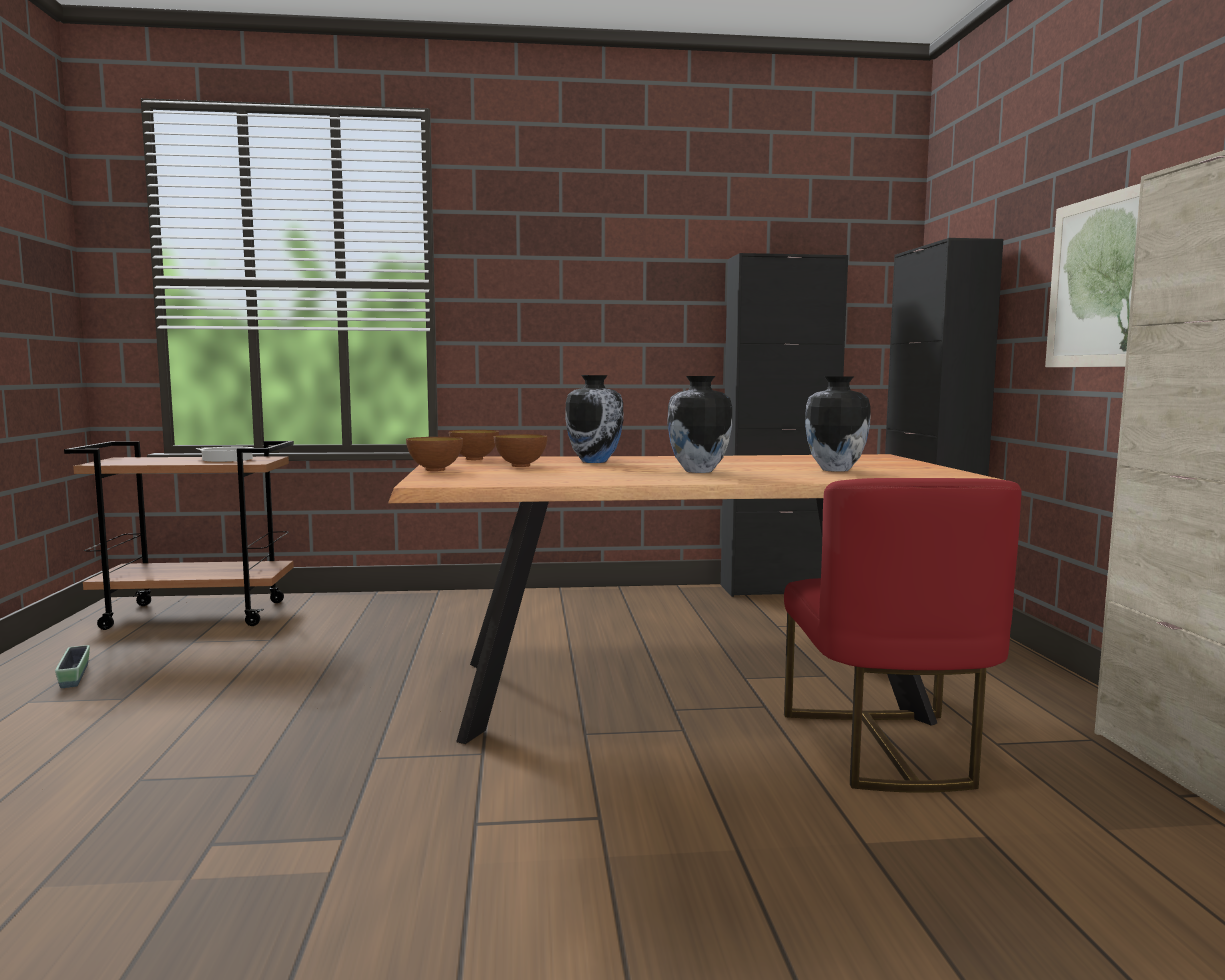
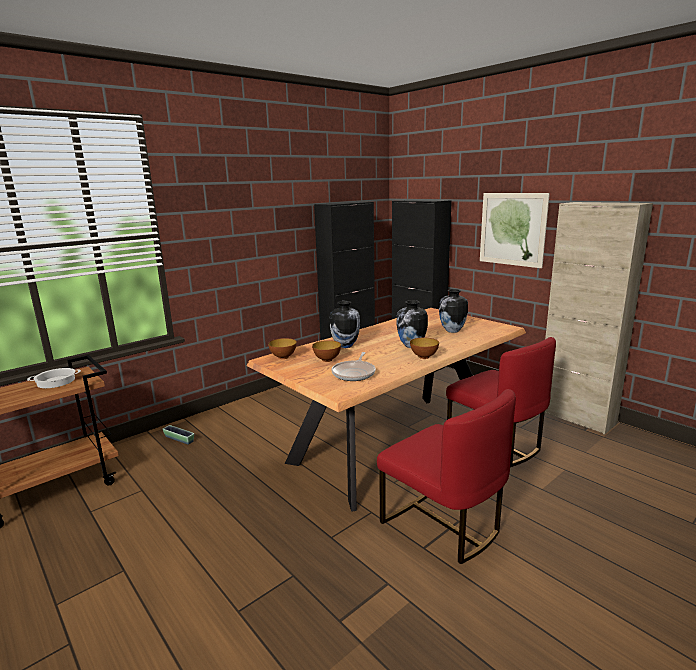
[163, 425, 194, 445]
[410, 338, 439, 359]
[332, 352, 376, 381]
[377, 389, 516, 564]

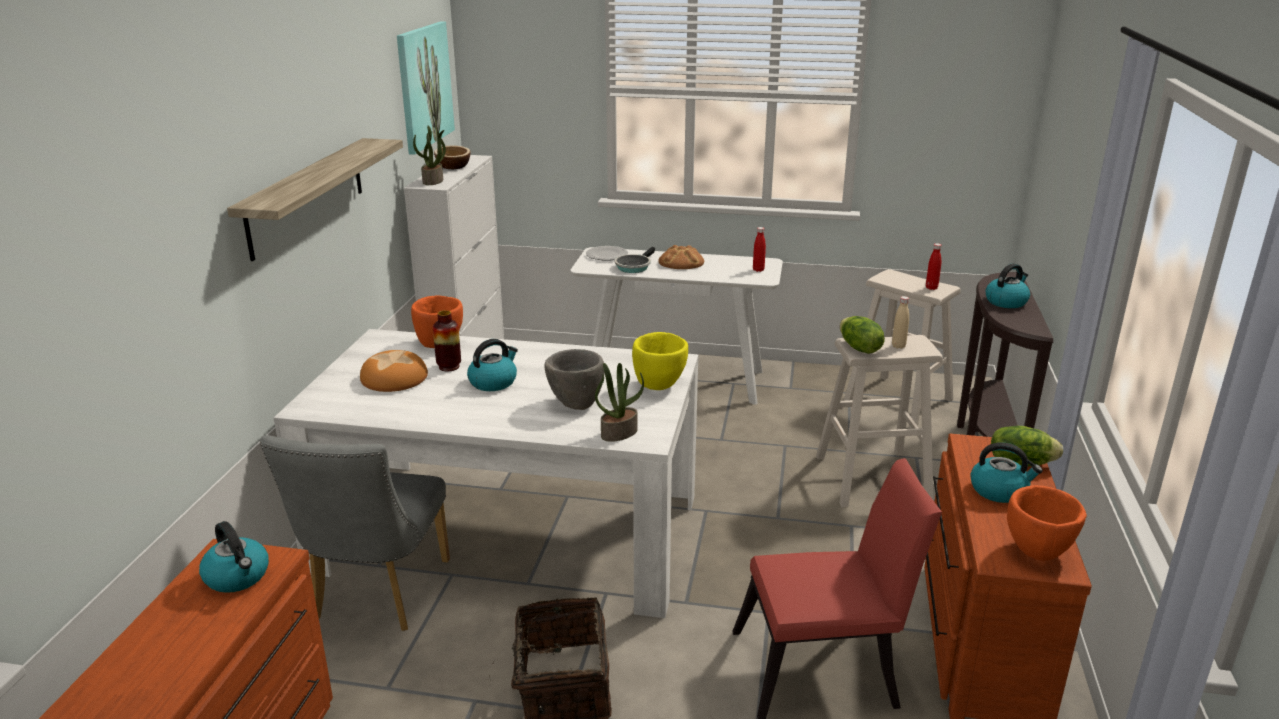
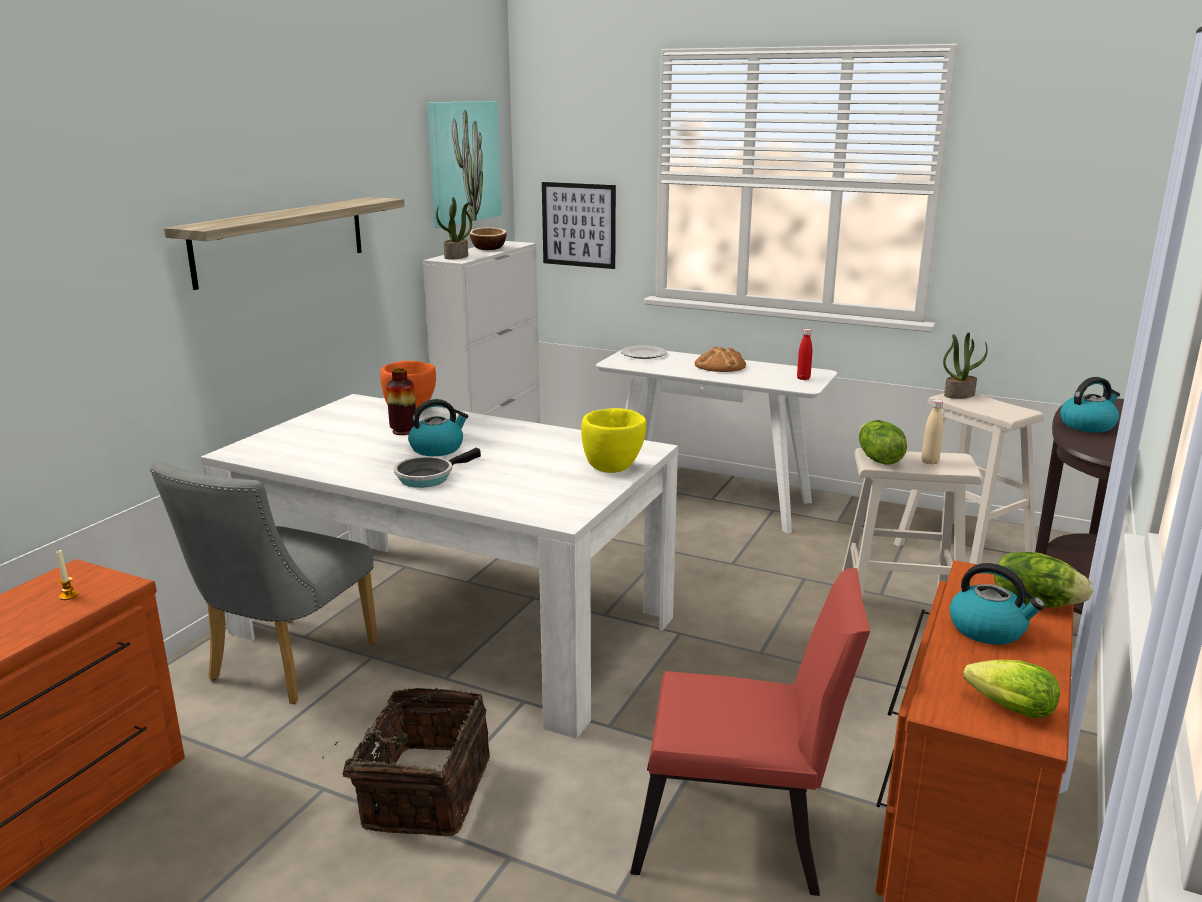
[56, 549, 78, 600]
[360, 350, 428, 392] (first image)
[544, 349, 605, 410] (first image)
[943, 332, 988, 399]
[394, 448, 481, 488]
[926, 243, 941, 290] (first image)
[963, 660, 1060, 718]
[542, 182, 616, 269]

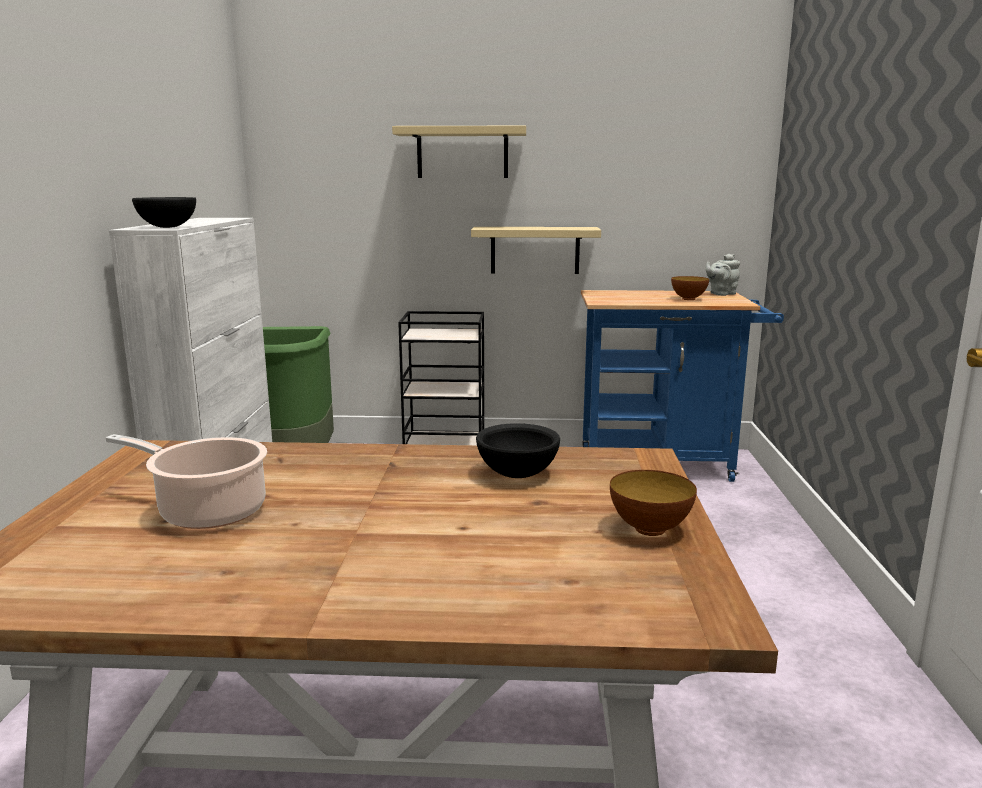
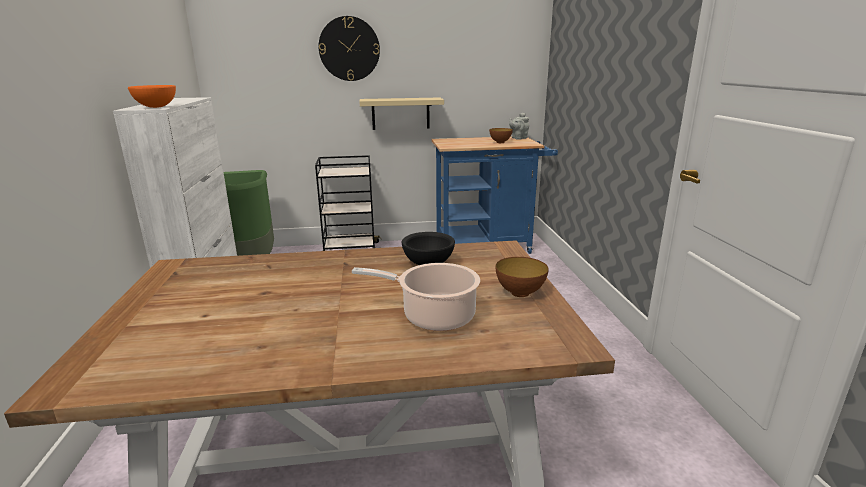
[352, 263, 480, 331]
[128, 85, 176, 108]
[319, 16, 380, 81]

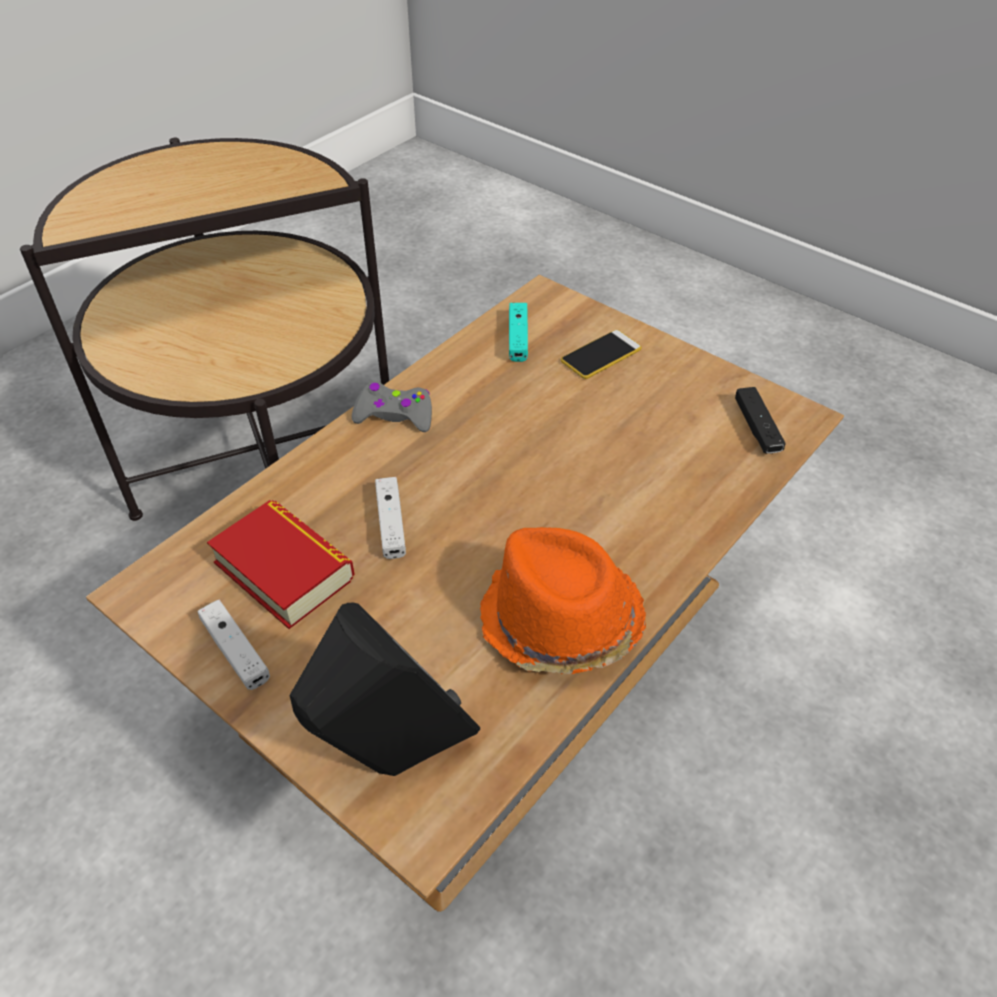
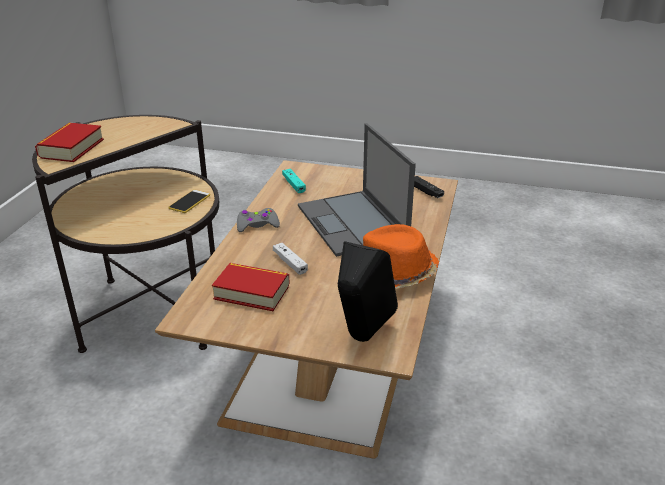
[197, 600, 270, 690] (first image)
[168, 190, 210, 213]
[35, 123, 104, 162]
[298, 123, 416, 257]

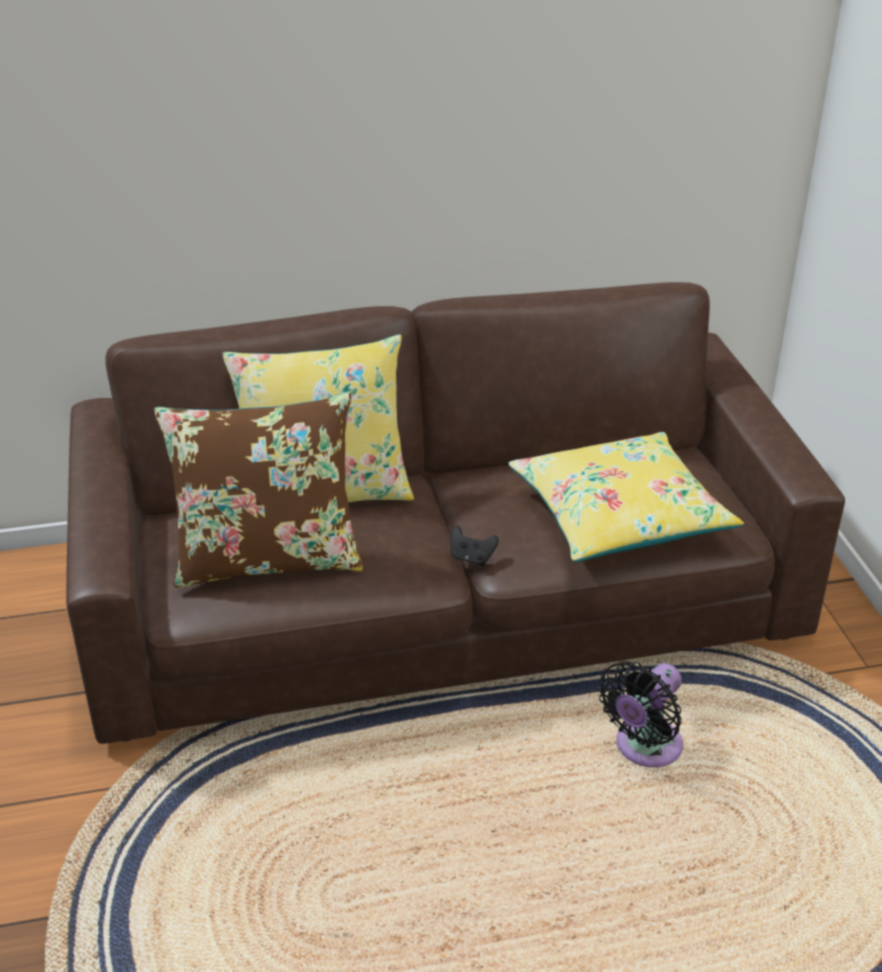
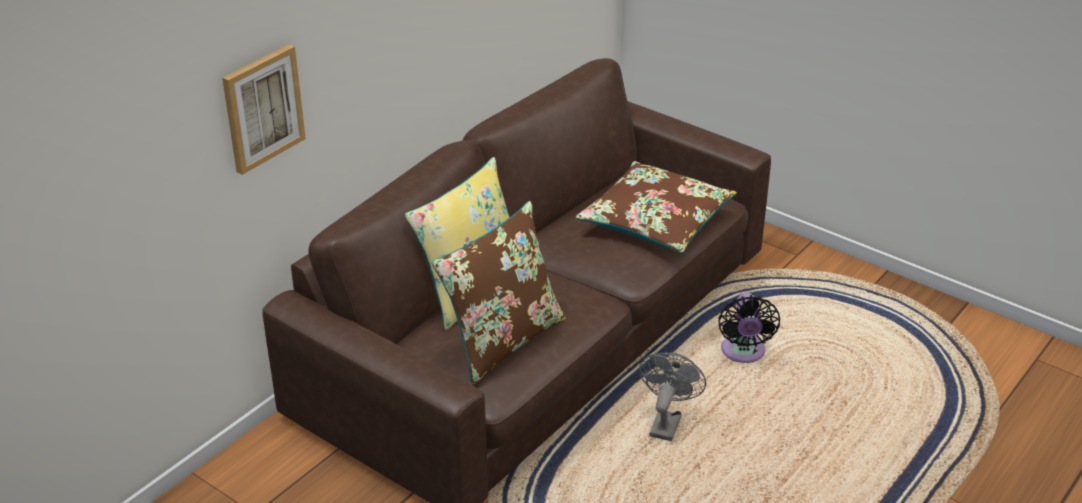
[450, 526, 499, 566] (first image)
[576, 161, 737, 253]
[222, 44, 306, 175]
[639, 352, 706, 441]

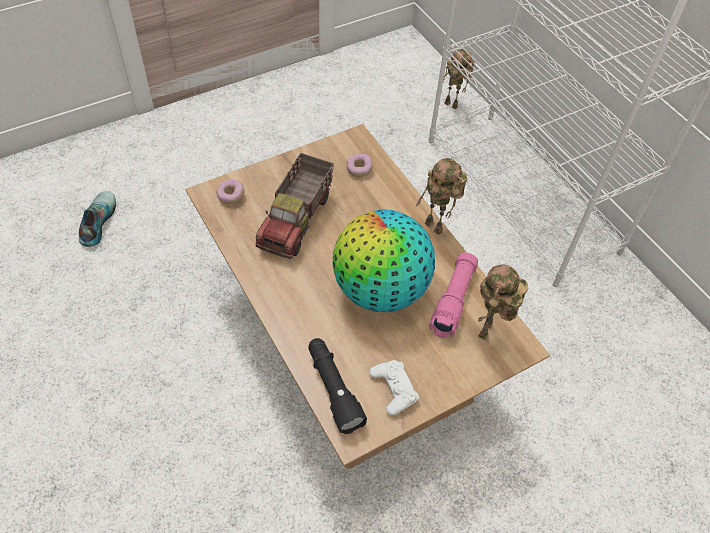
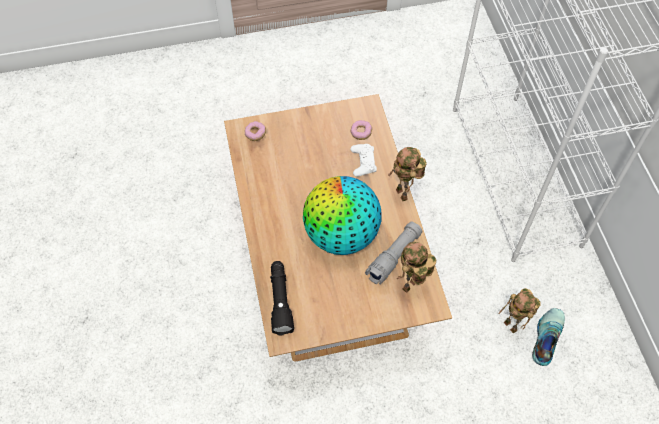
[532, 308, 565, 366]
[255, 153, 334, 259] (first image)
[350, 144, 377, 177]
[365, 222, 422, 285]
[499, 288, 540, 333]

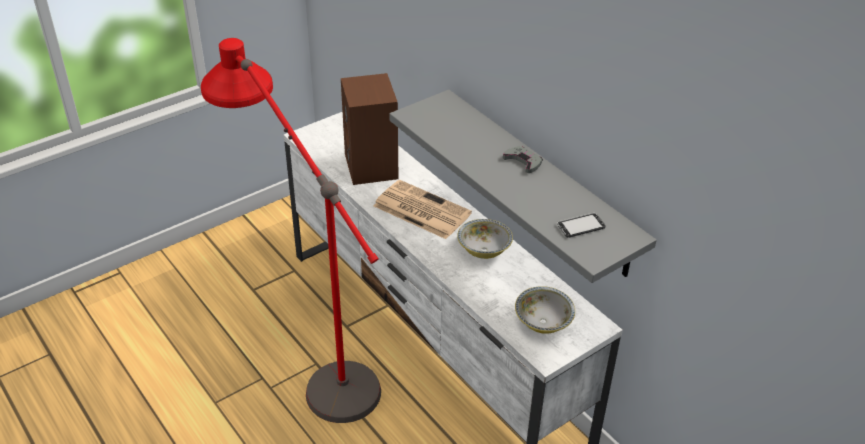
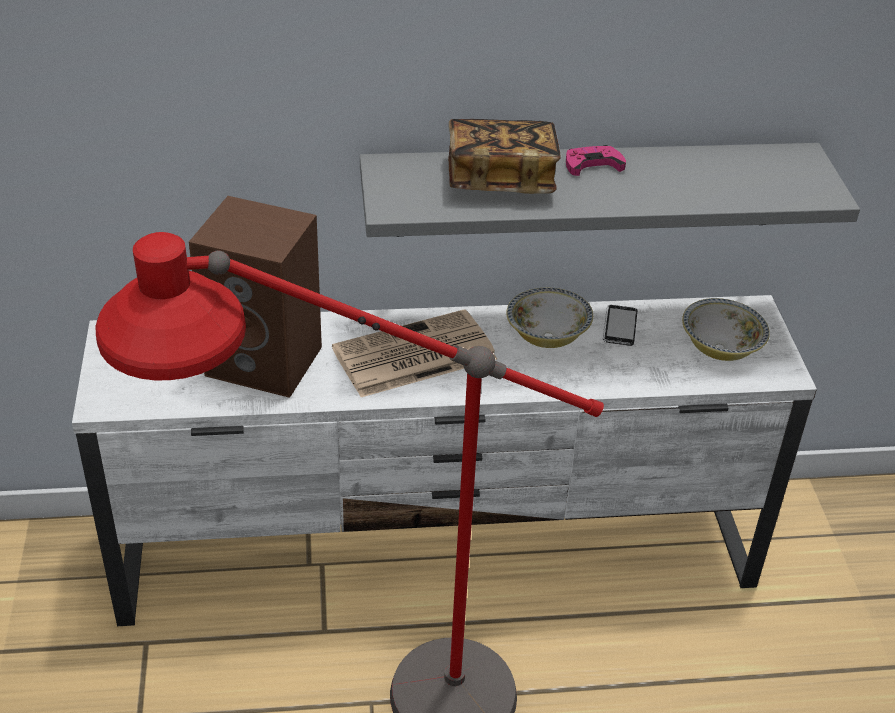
[566, 145, 626, 176]
[603, 305, 637, 346]
[448, 119, 561, 194]

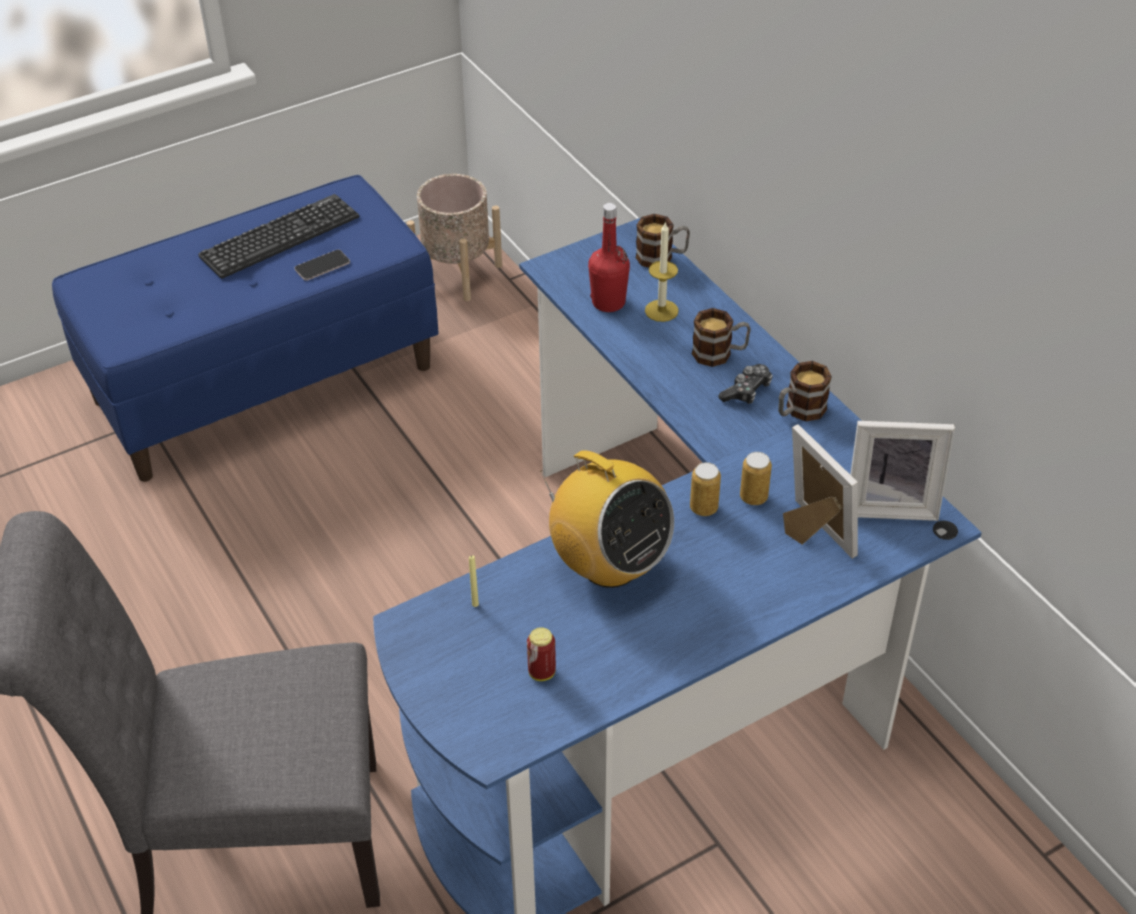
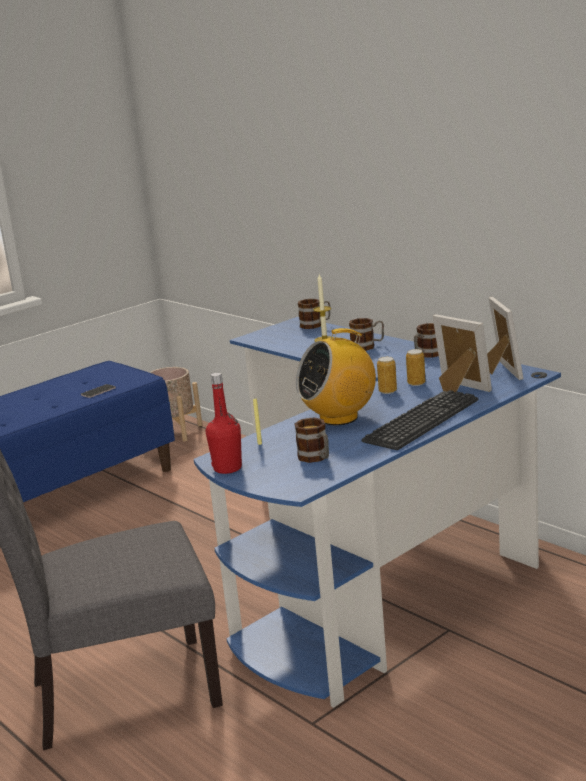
[362, 390, 478, 450]
[294, 417, 329, 463]
[296, 328, 376, 425]
[206, 373, 242, 474]
[718, 364, 773, 404] (first image)
[487, 297, 523, 380]

